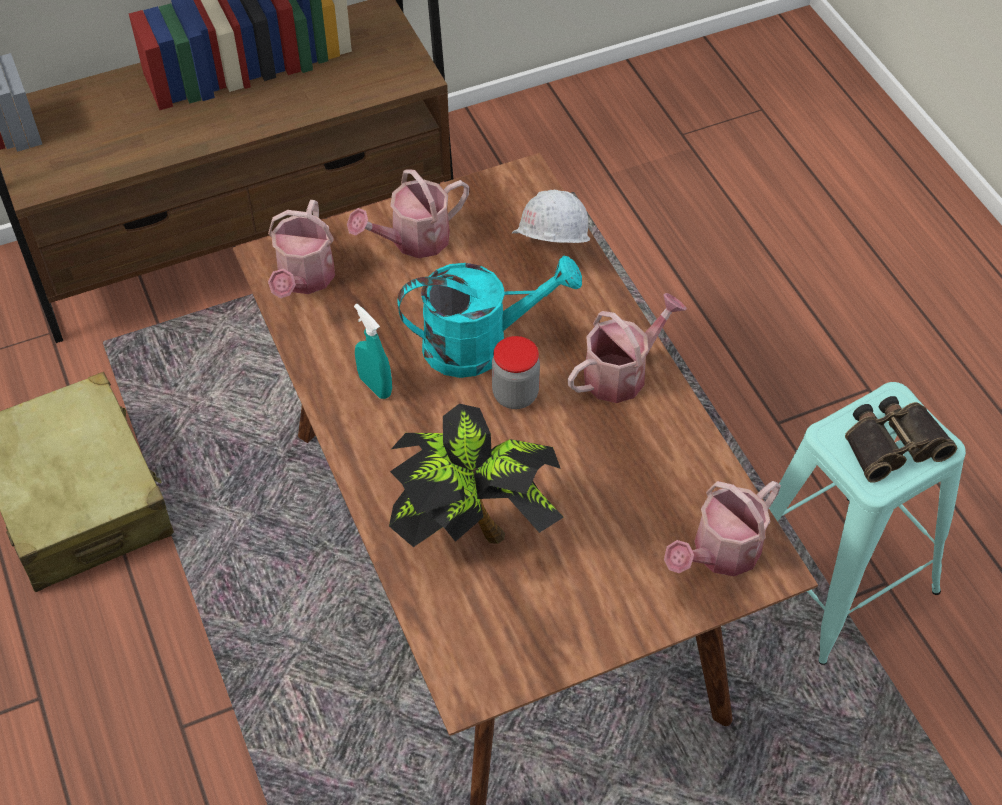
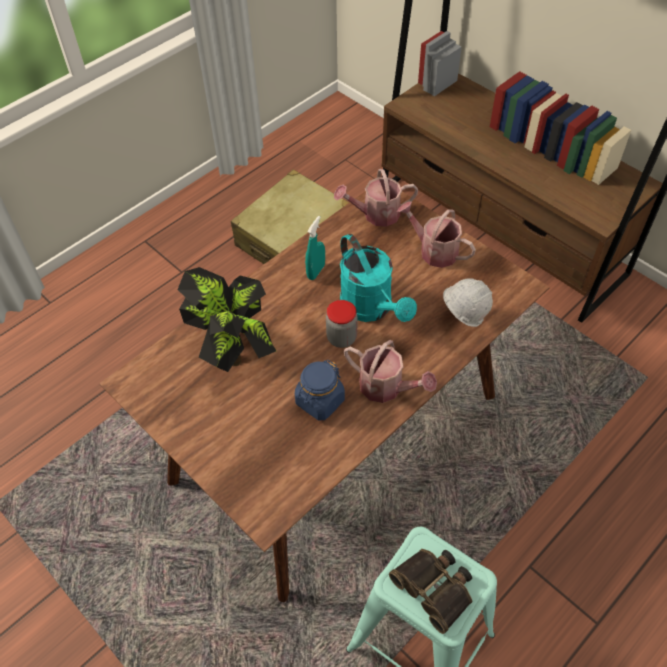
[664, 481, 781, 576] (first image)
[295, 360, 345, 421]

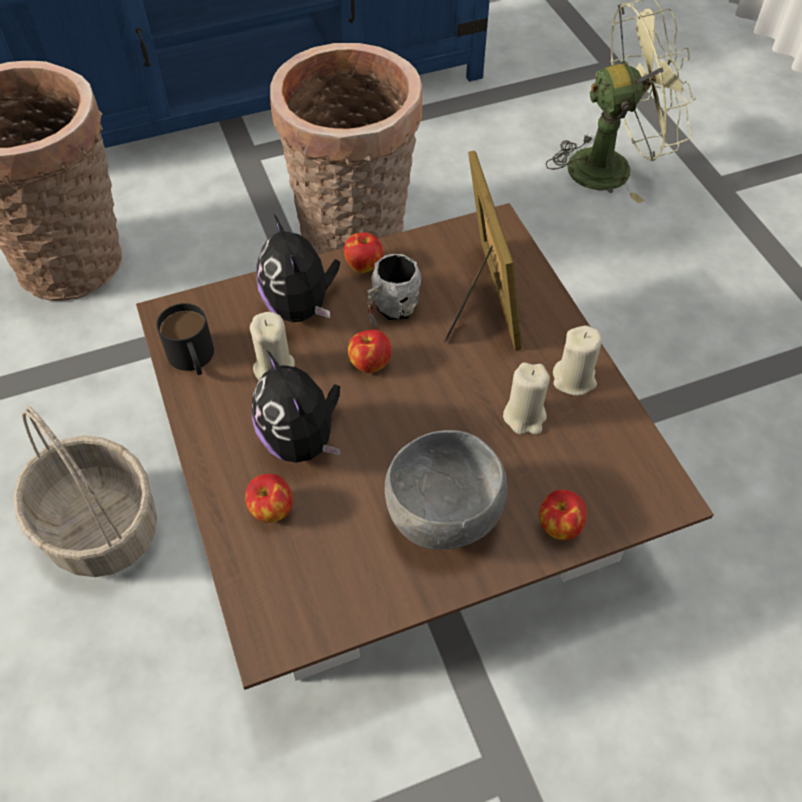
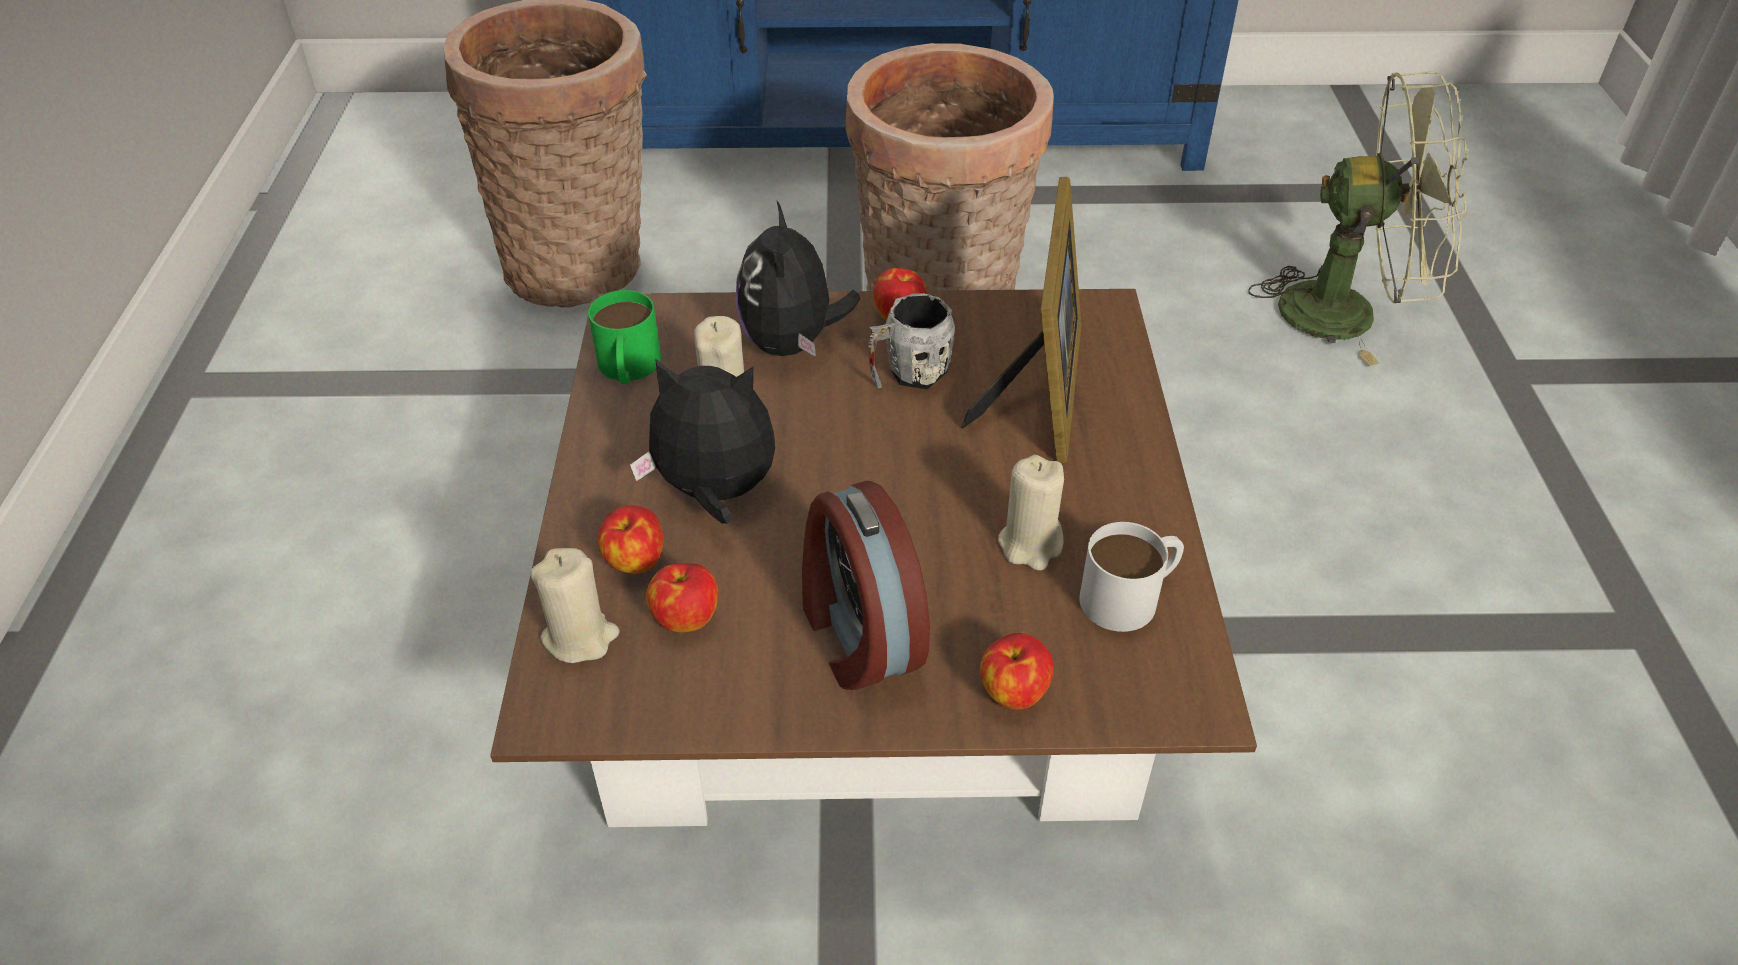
[13, 406, 157, 577] (first image)
[588, 290, 661, 384]
[630, 358, 775, 524]
[646, 563, 718, 633]
[802, 481, 930, 690]
[530, 548, 620, 663]
[1079, 522, 1184, 632]

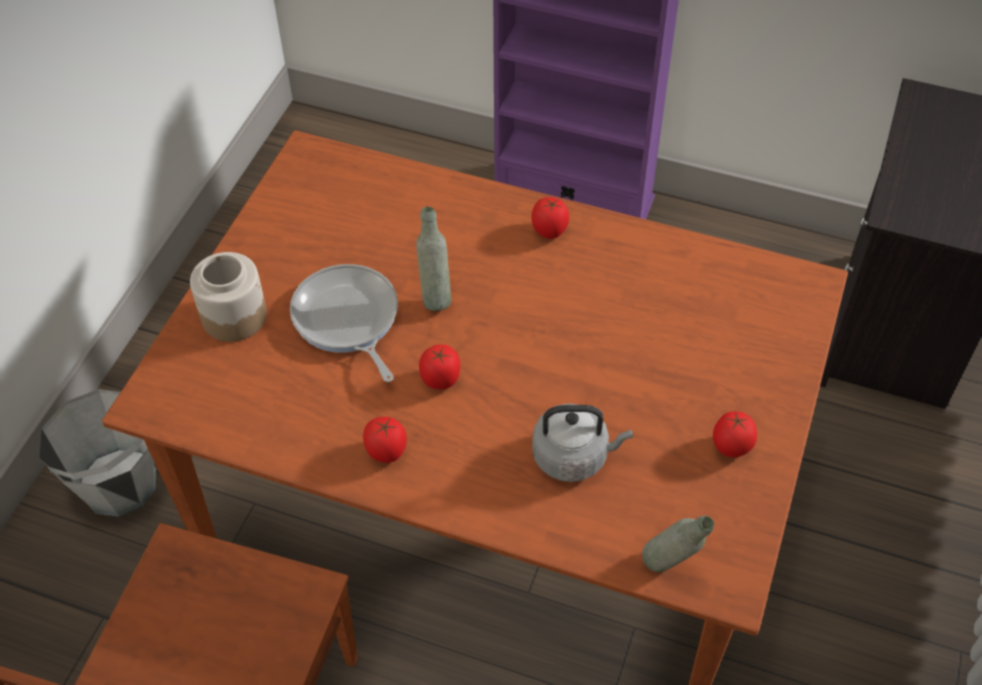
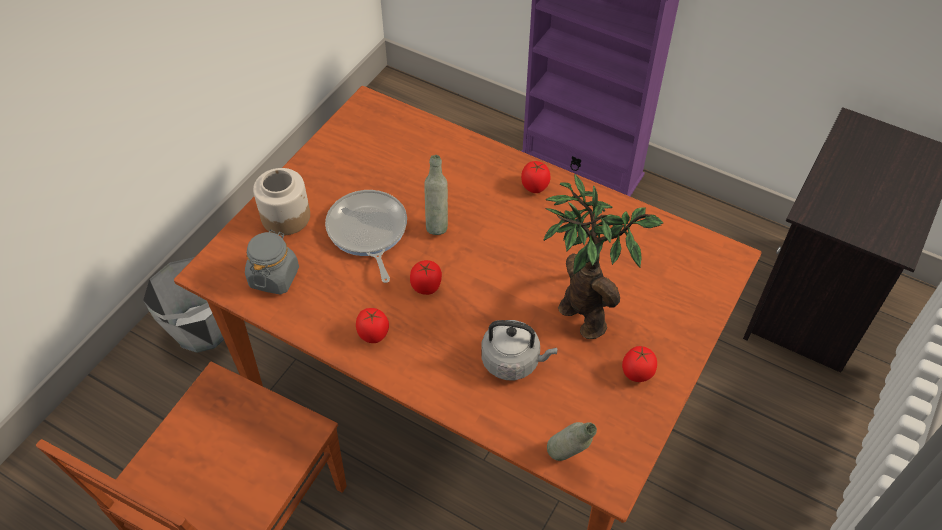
[245, 230, 299, 295]
[543, 174, 663, 339]

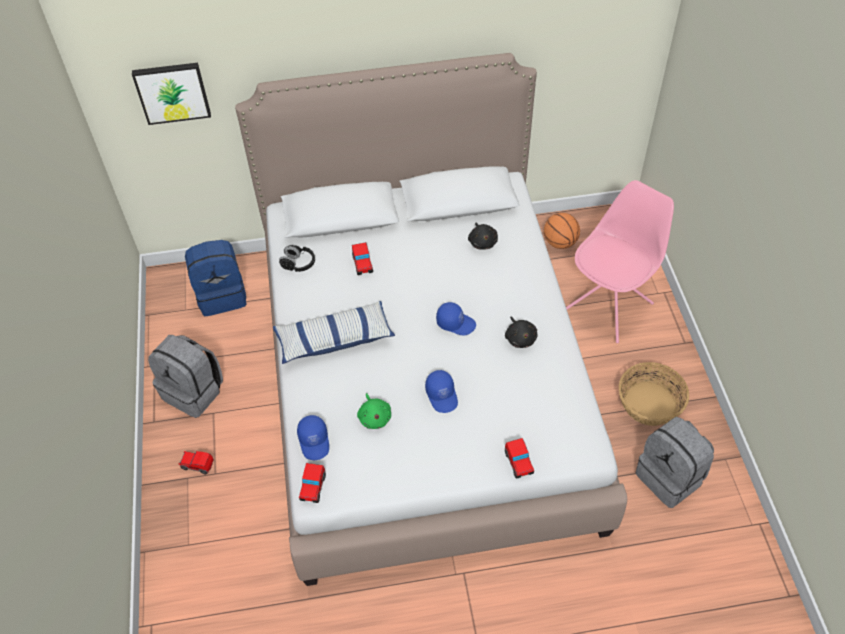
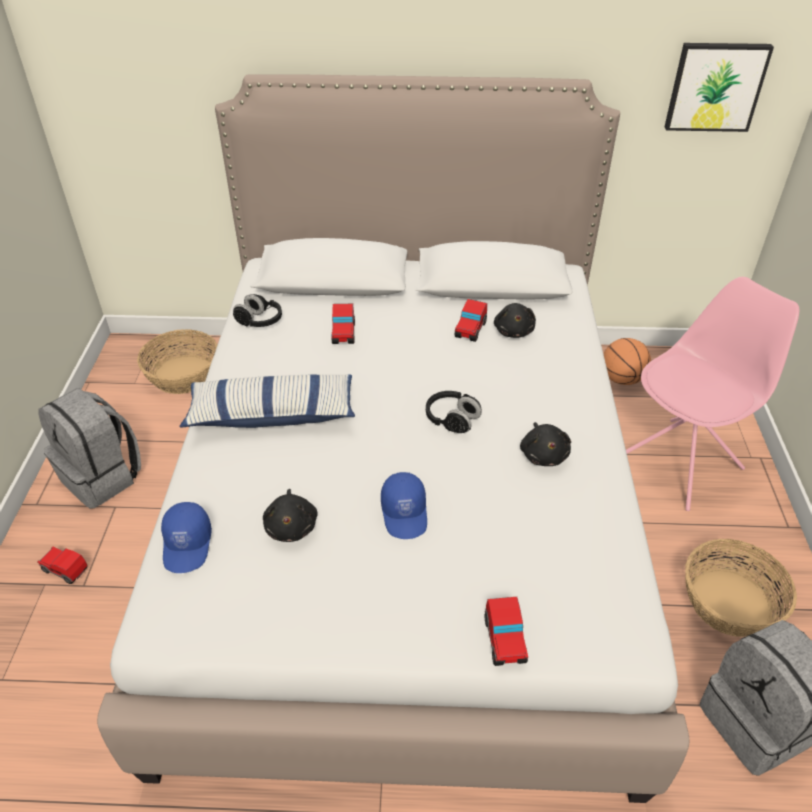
[664, 43, 774, 132]
[137, 330, 218, 394]
[454, 299, 487, 342]
[263, 489, 318, 542]
[426, 391, 482, 433]

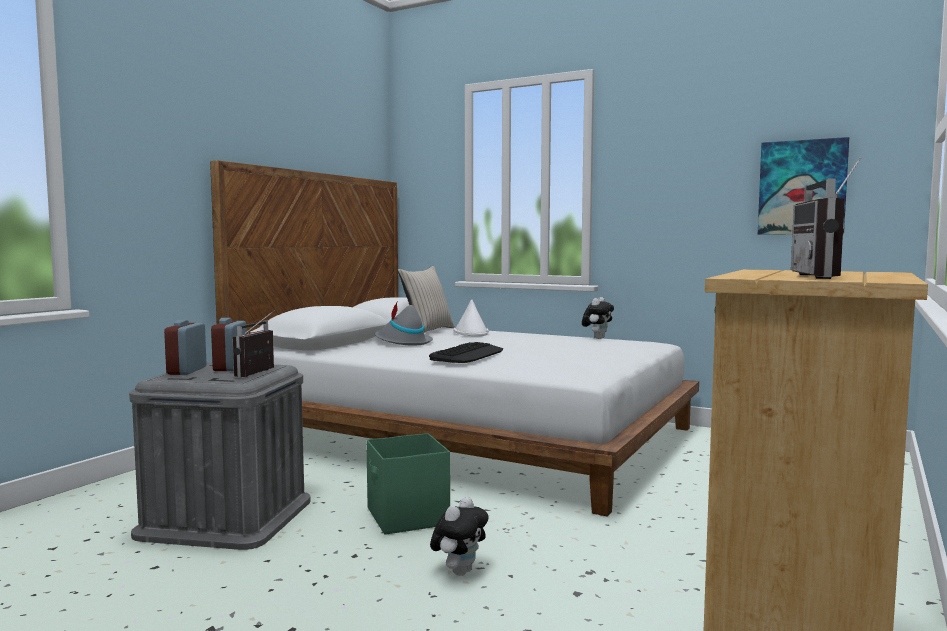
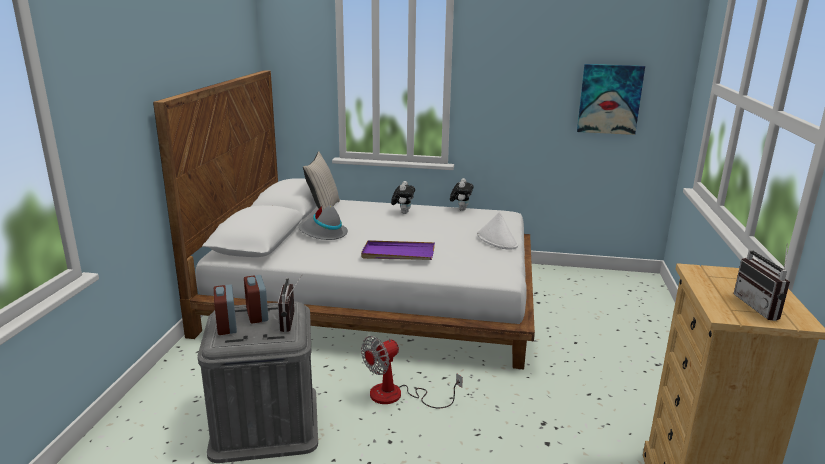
[361, 336, 463, 408]
[361, 240, 435, 260]
[391, 181, 415, 214]
[477, 212, 518, 250]

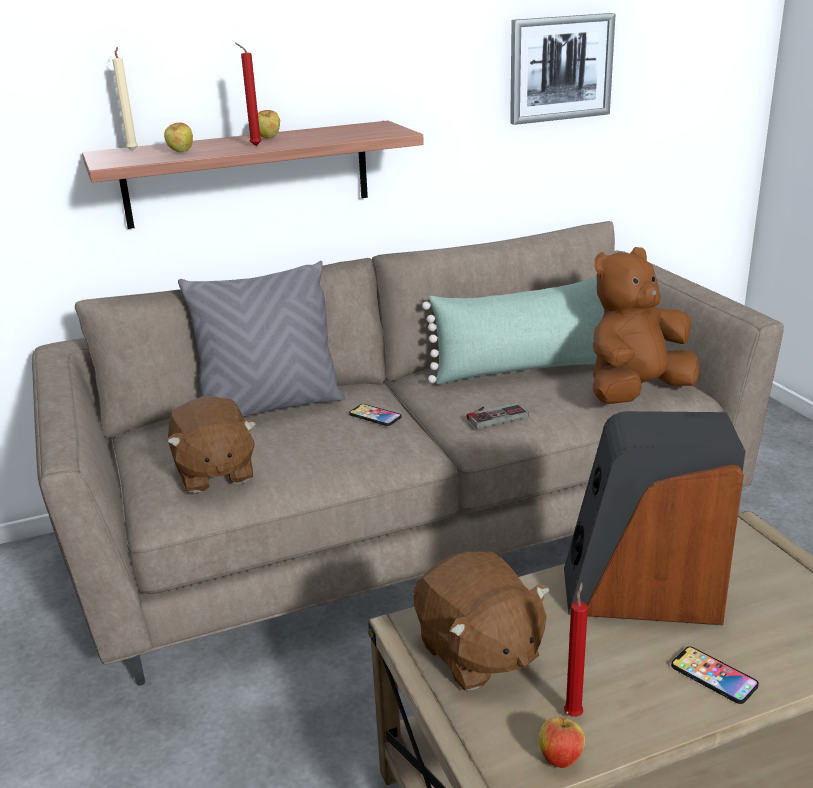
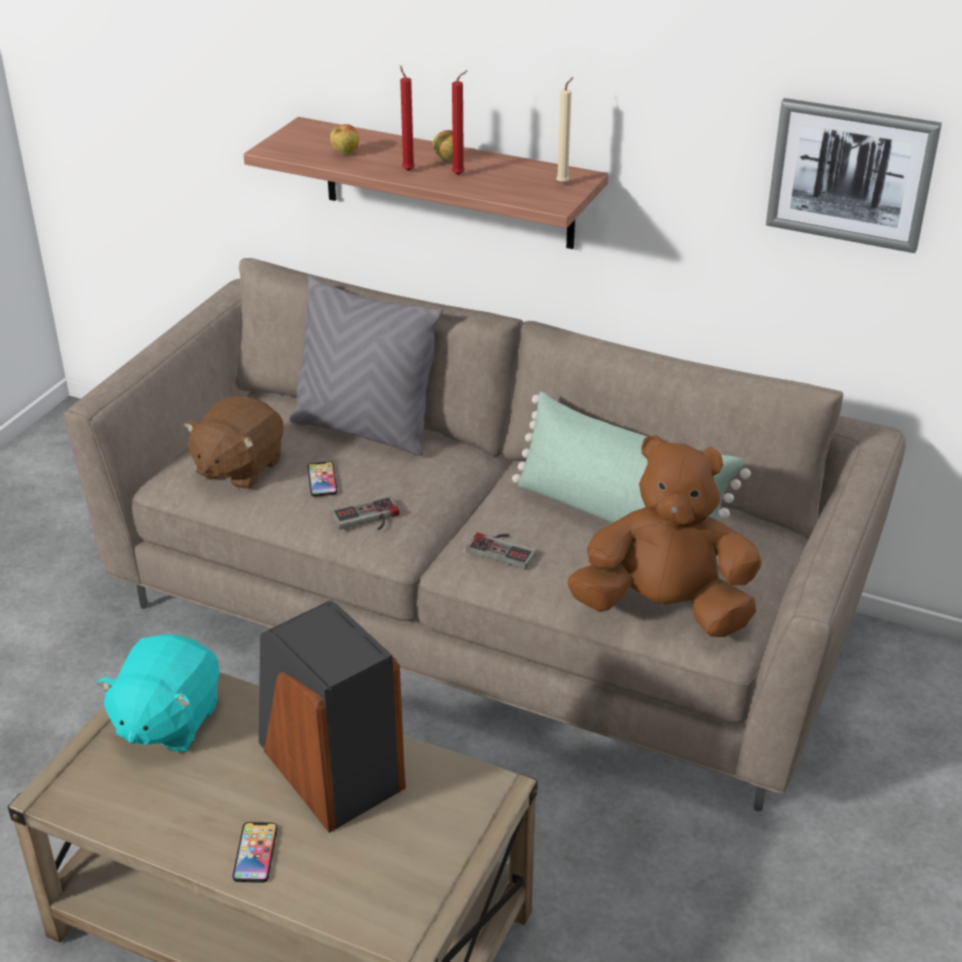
[556, 77, 573, 184]
[308, 461, 338, 497]
[96, 634, 219, 753]
[539, 711, 585, 768] (first image)
[452, 70, 468, 175]
[331, 497, 400, 530]

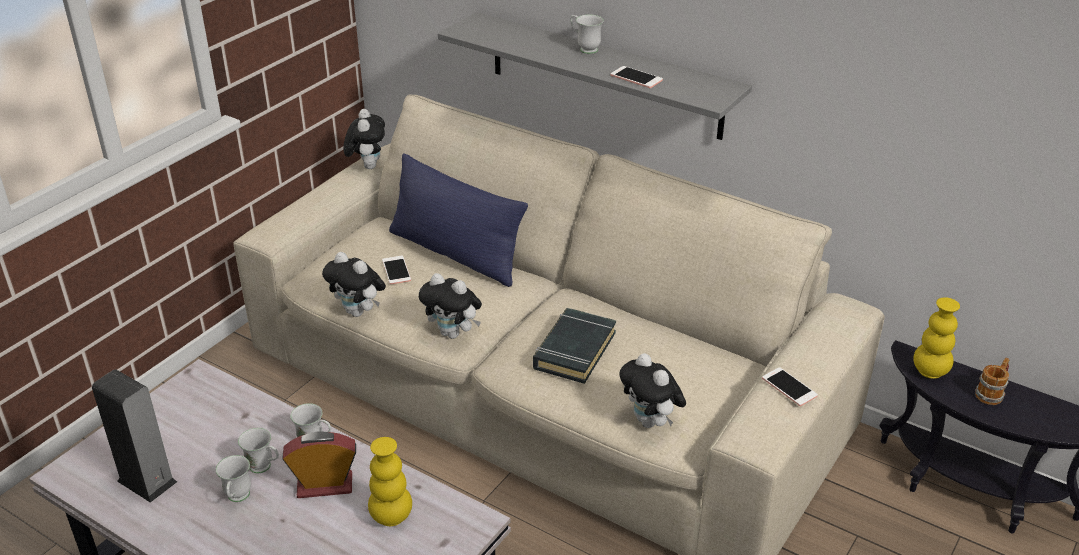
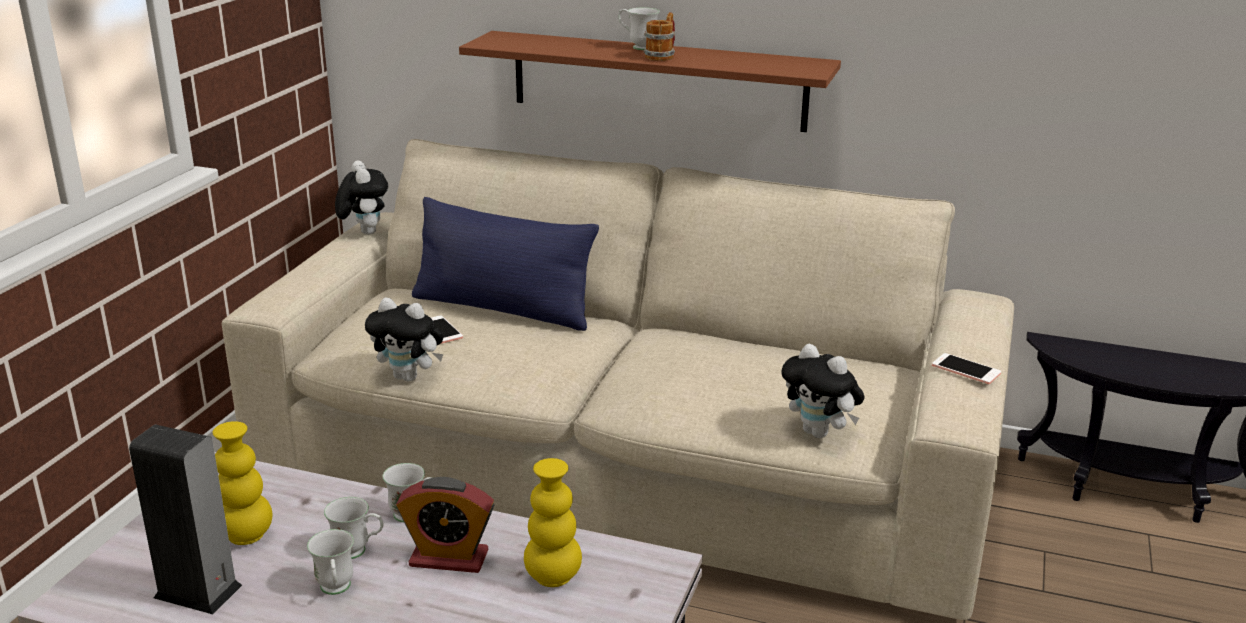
[396, 477, 495, 573]
[419, 273, 482, 339] (first image)
[459, 31, 841, 132]
[533, 308, 616, 384] (first image)
[611, 66, 663, 88] (first image)
[212, 421, 272, 545]
[644, 12, 675, 61]

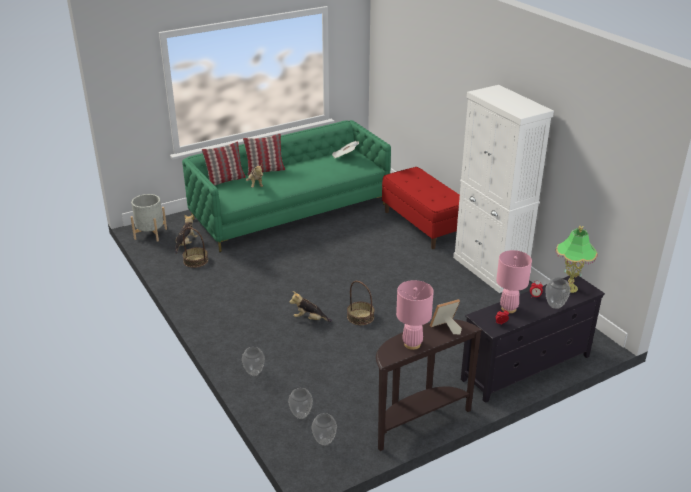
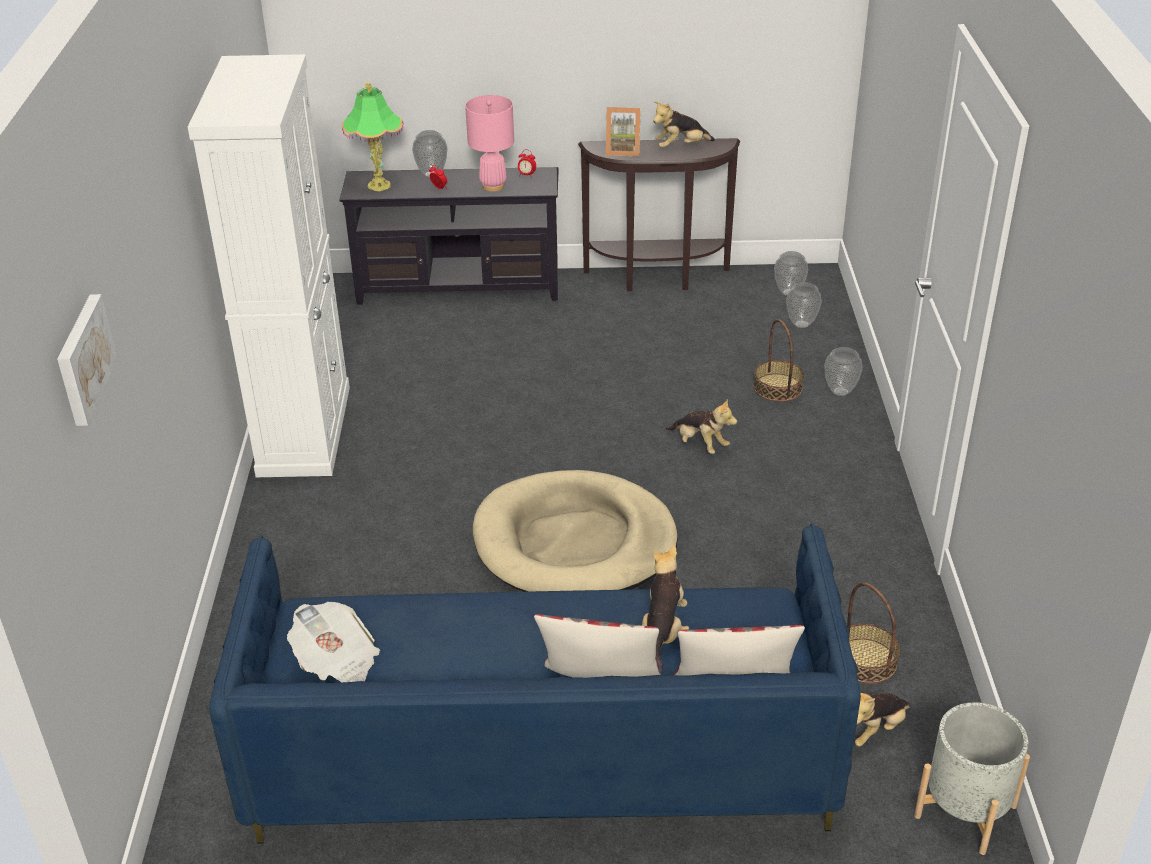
[209, 523, 861, 843]
[753, 319, 804, 402]
[382, 167, 460, 249] (first image)
[653, 101, 715, 148]
[57, 294, 117, 426]
[473, 470, 678, 592]

